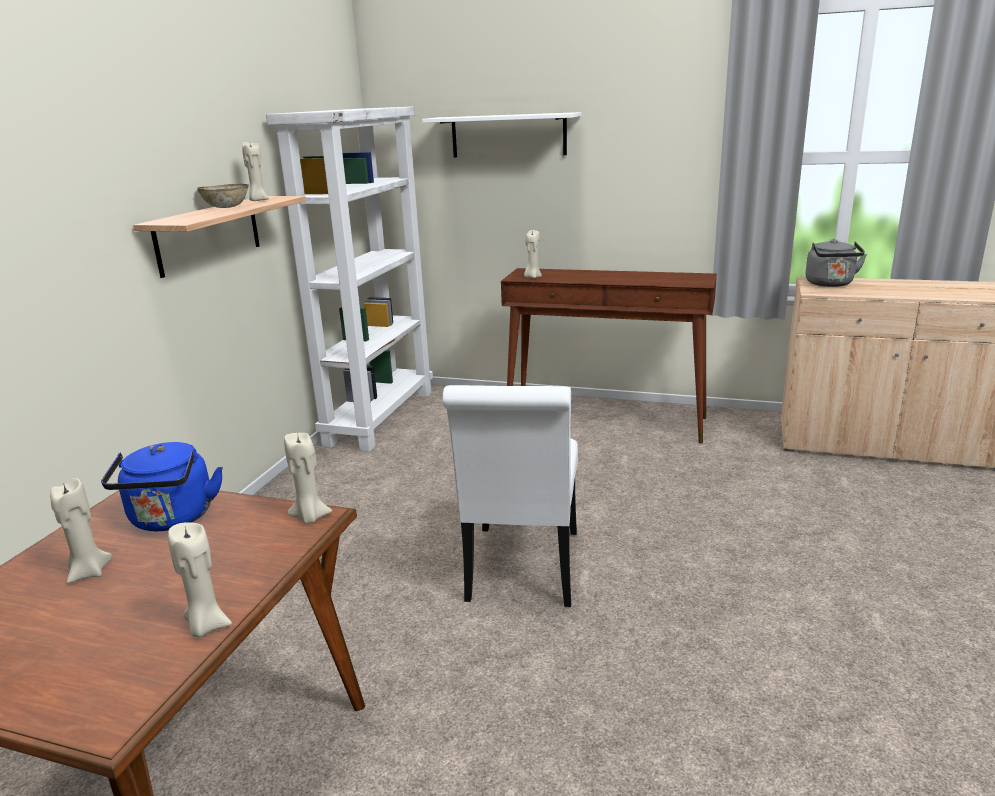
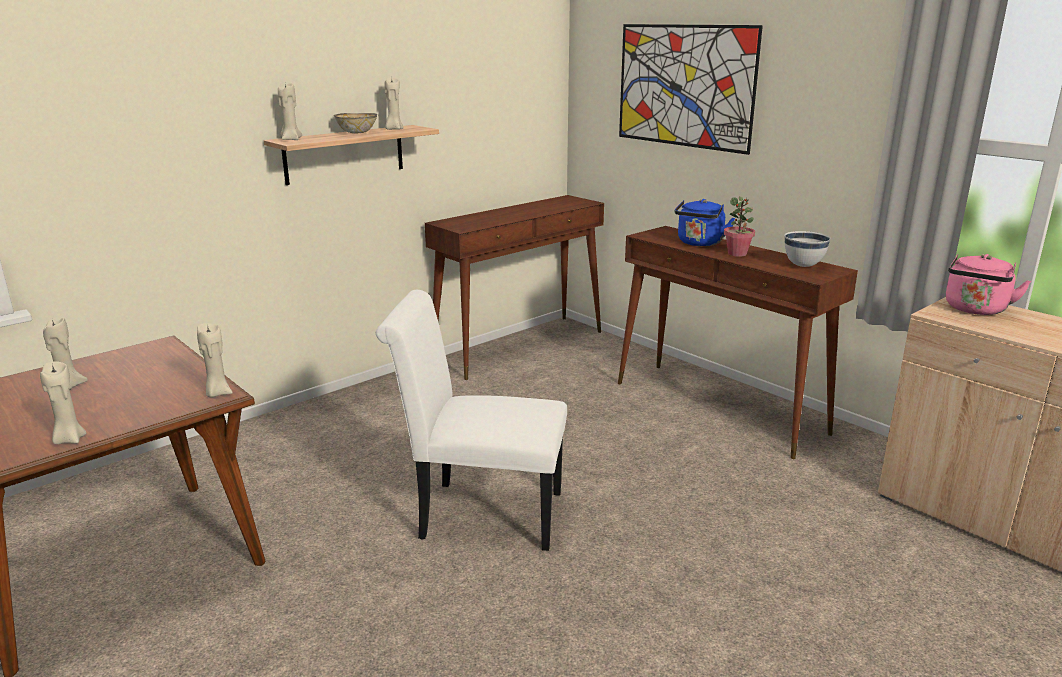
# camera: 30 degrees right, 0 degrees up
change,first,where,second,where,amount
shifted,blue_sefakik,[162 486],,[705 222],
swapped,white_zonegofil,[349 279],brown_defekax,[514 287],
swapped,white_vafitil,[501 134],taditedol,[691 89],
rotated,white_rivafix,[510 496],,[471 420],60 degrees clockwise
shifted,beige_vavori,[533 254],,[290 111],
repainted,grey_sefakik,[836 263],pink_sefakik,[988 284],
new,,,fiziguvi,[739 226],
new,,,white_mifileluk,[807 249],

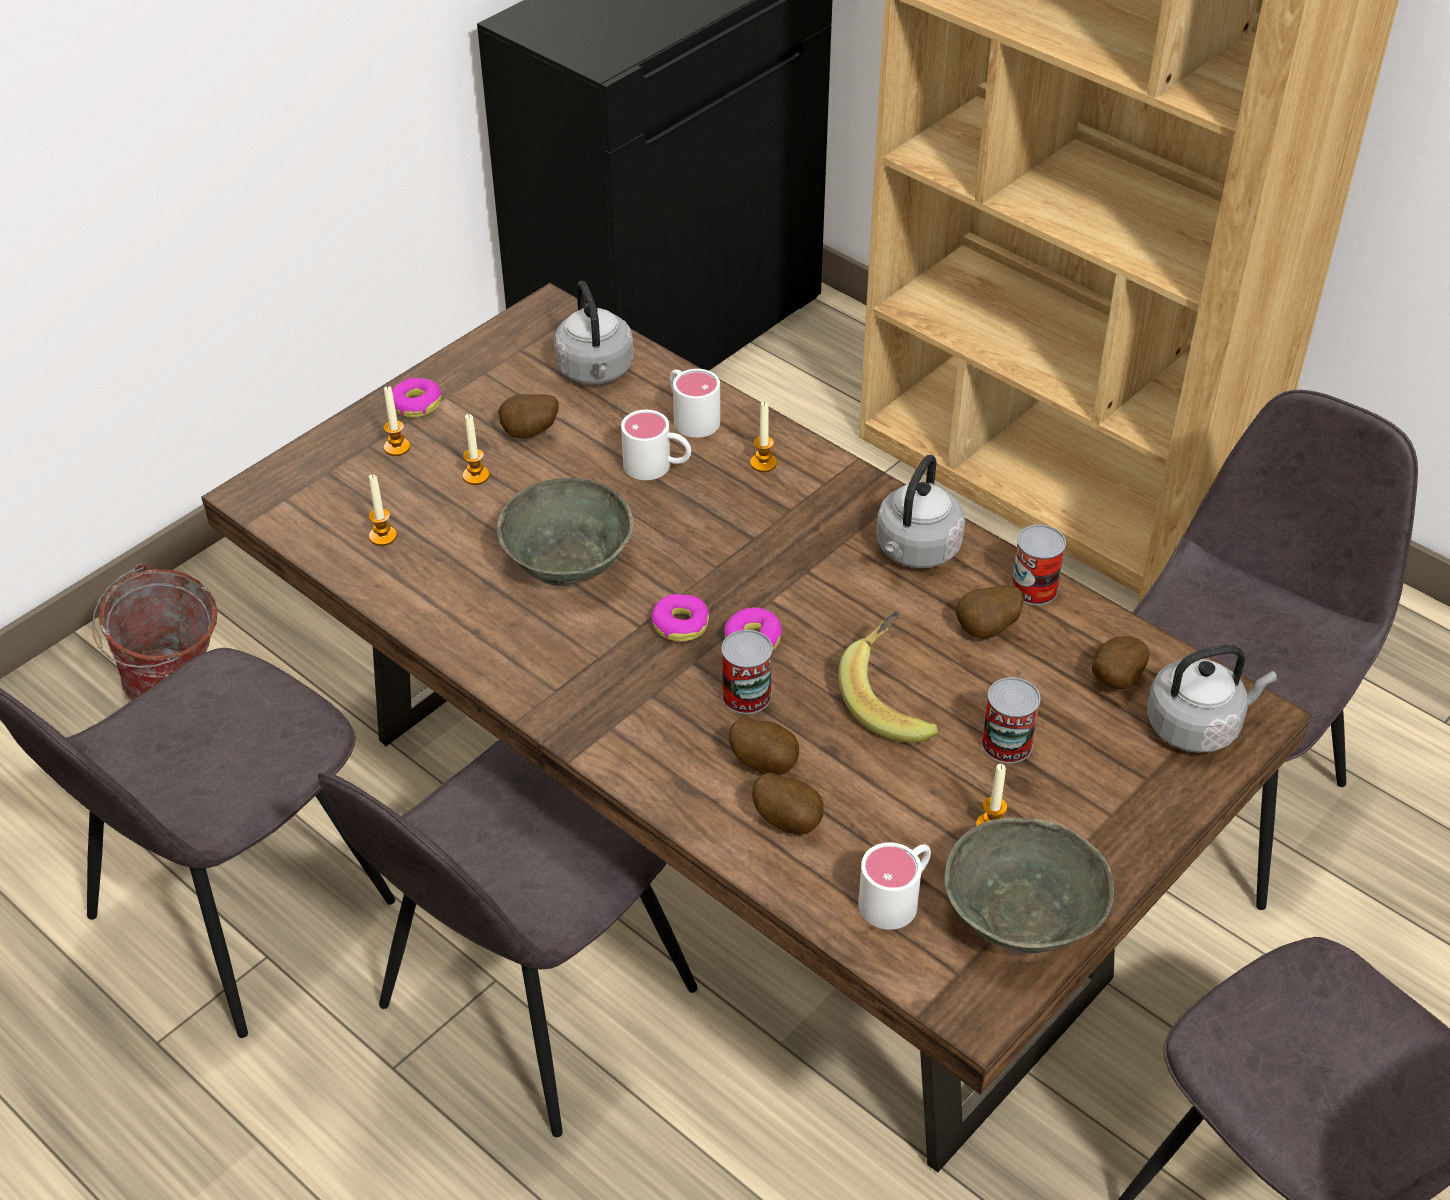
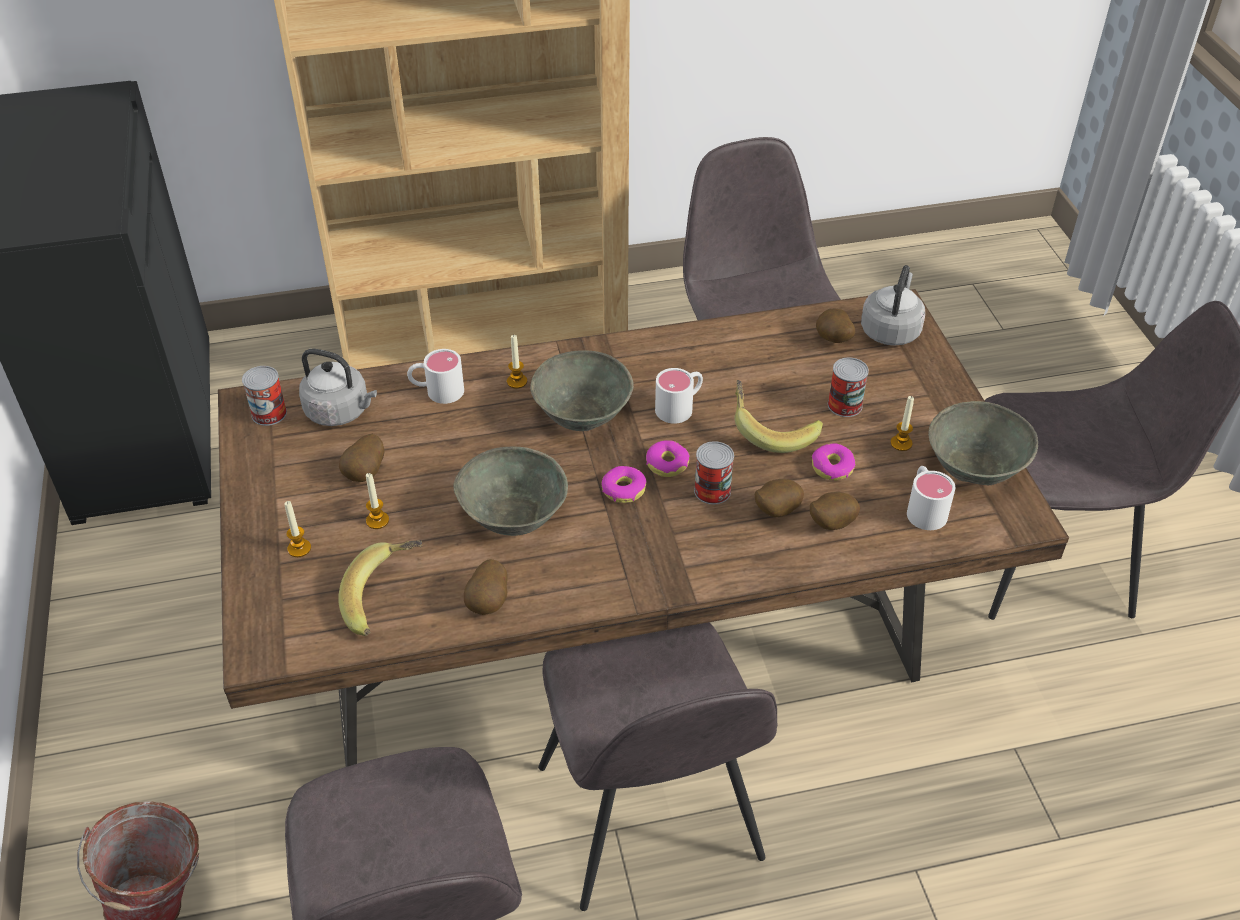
# camera: 55 degrees left, 0 degrees up
change,first,where,second,where,amount
swapped,vavori,[383 510],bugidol,[380 588],
shifted,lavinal,[416 398],,[834 461],
shifted,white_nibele,[656 445],,[679 396],
gone,grey_sefakik,[920 511],,,
shifted,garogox,[990 611],,[486 587],
shifted,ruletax,[1038 564],,[264 396],
new,,,grey_mifileluk,[582 390],

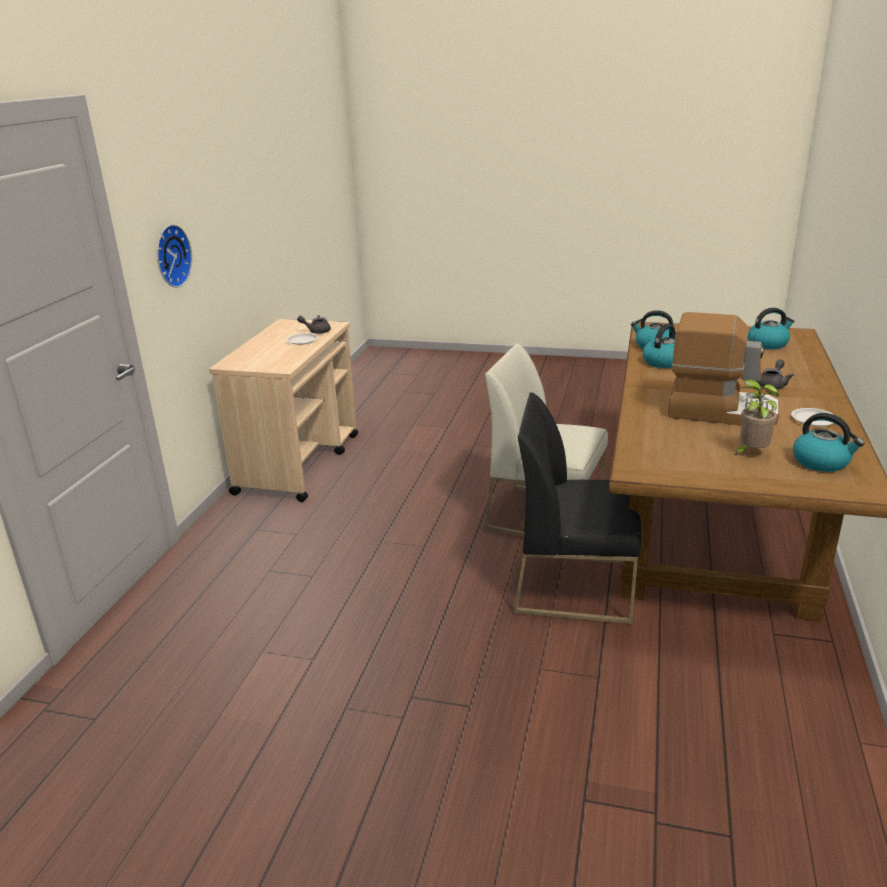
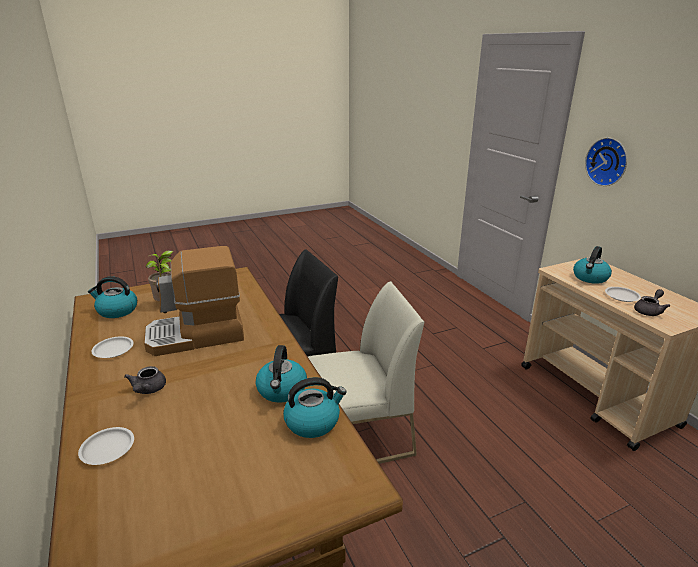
# camera: 140 degrees right, 0 degrees up
change,first,where,second,where,amount
shifted,sefakik,[771 329],,[592 265],
new,,,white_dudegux,[106 446],

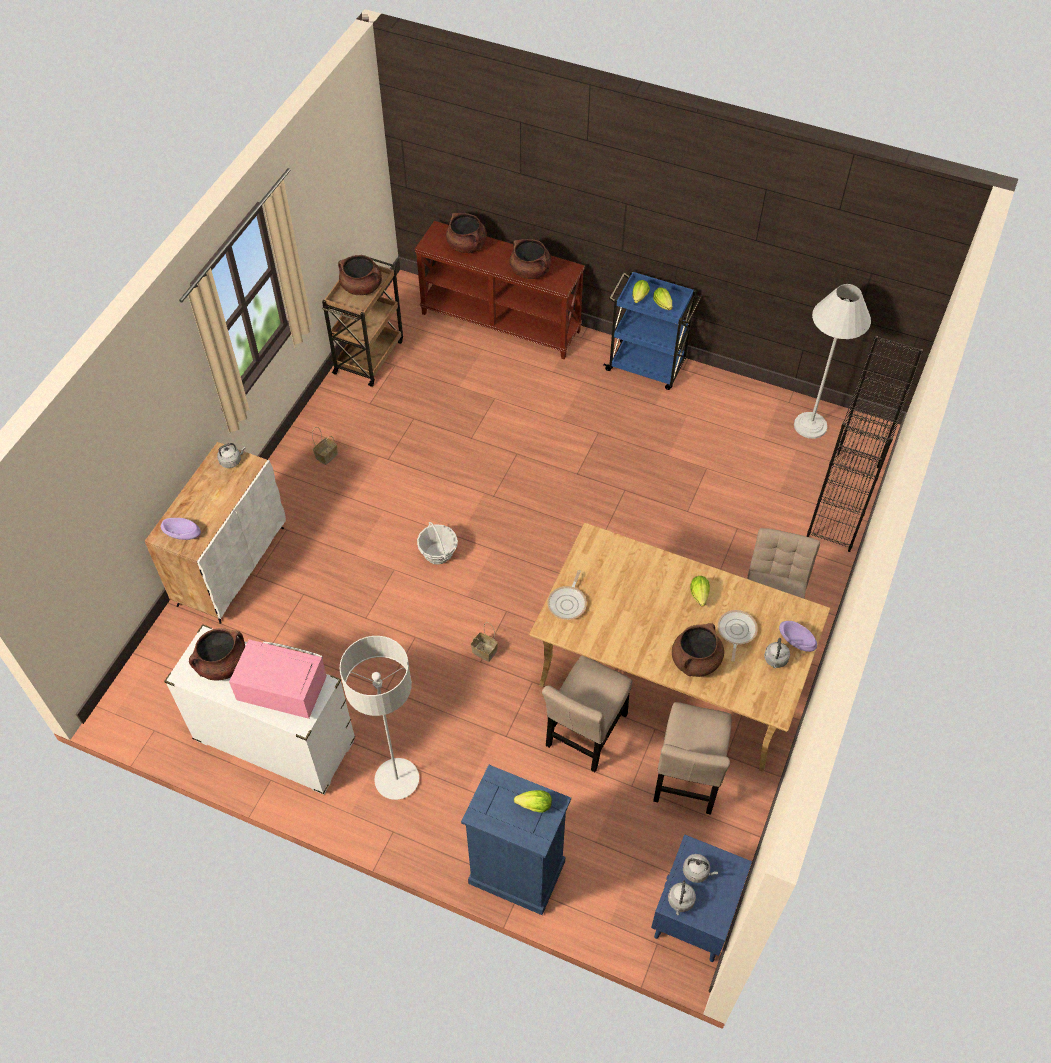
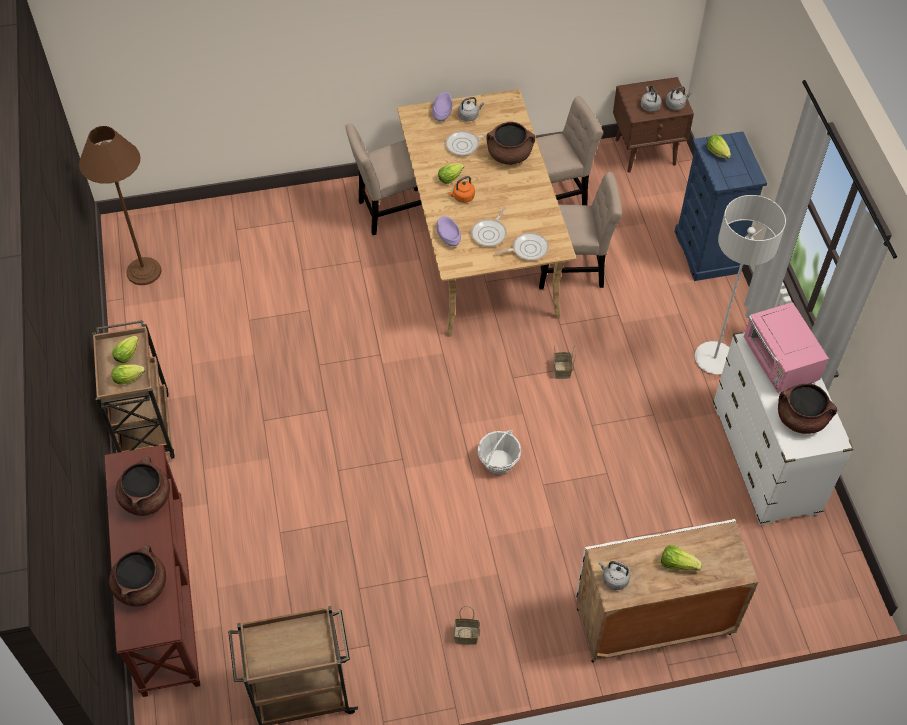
# camera: 125 degrees left, 0 degrees up
change,first,where,second,where,amount
shifted,purple_mifileluk,[181 529],,[448 231],
gone,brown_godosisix,[360 275],,,
repainted,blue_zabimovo,[652 330],brown_zabimovo,[133 389],
repainted,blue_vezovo,[701 898],brown_vezovo,[653 125],
repainted,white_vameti,[832 361],brown_vameti,[120 205],
gone,black_zonegofil,[864 444],,,
new,,,orange_sefakik,[461 189],
new,,,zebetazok,[489 227],
new,,,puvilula,[681 558],

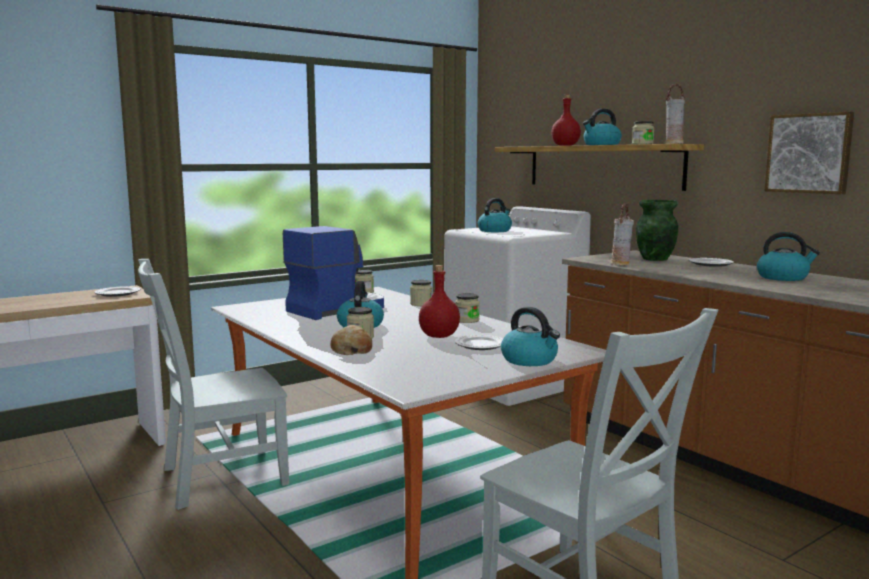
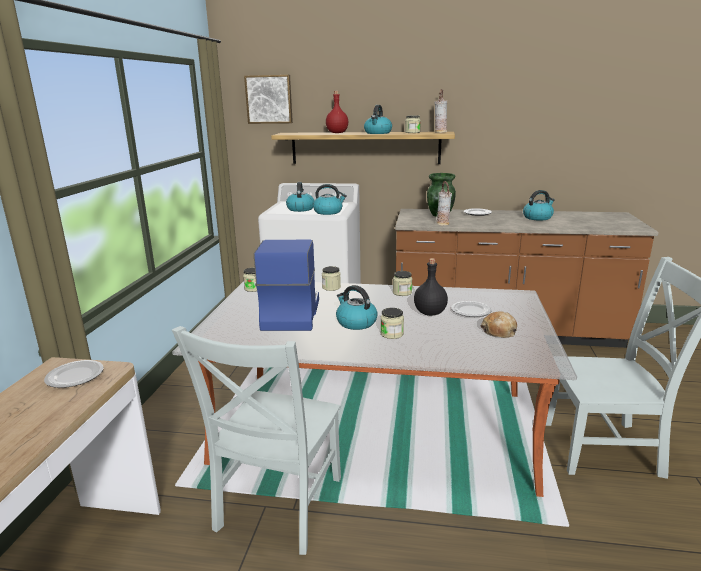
# camera: 45 degrees left, 10 degrees up
change,first,where,second,where,amount
shifted,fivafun,[351 340],,[499 324],
repainted,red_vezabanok,[439 301],black_vezabanok,[431 287],
shifted,sefakik,[530 336],,[330 199],
shifted,taditedol,[809 153],,[268 99],

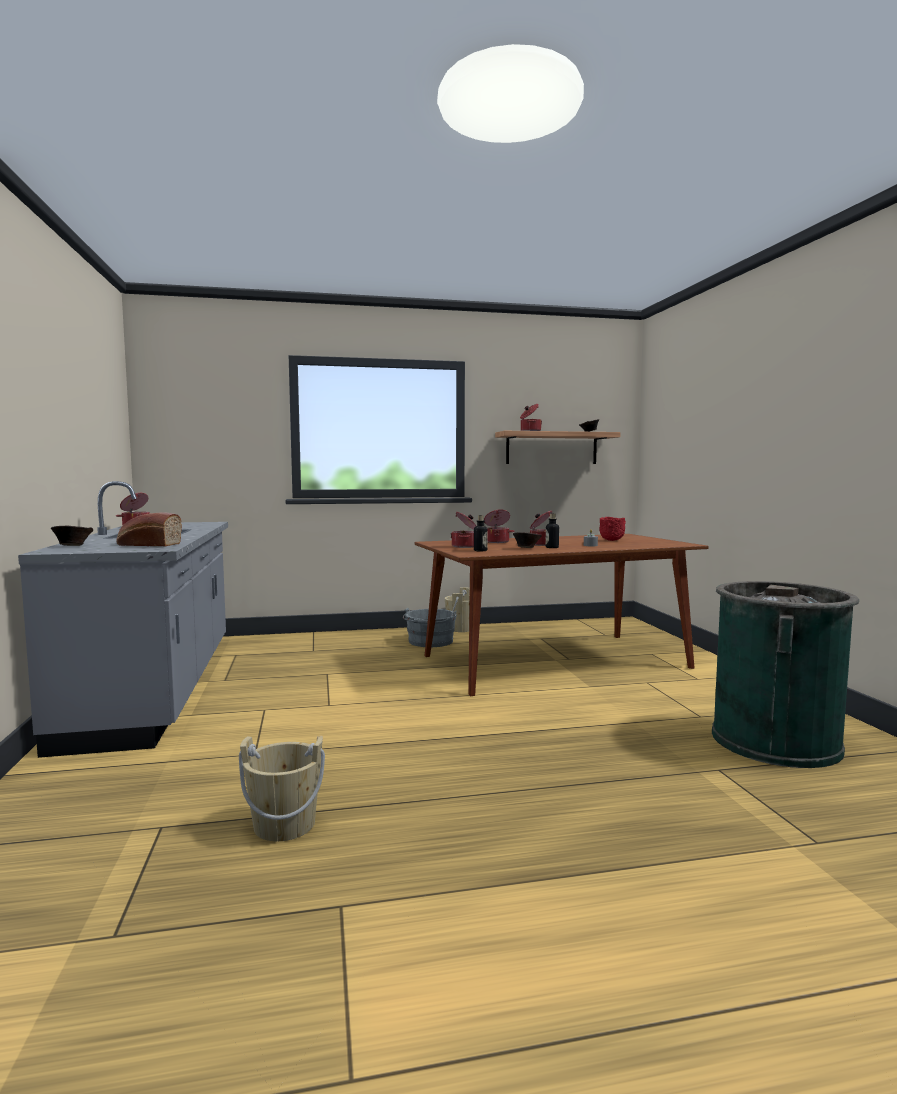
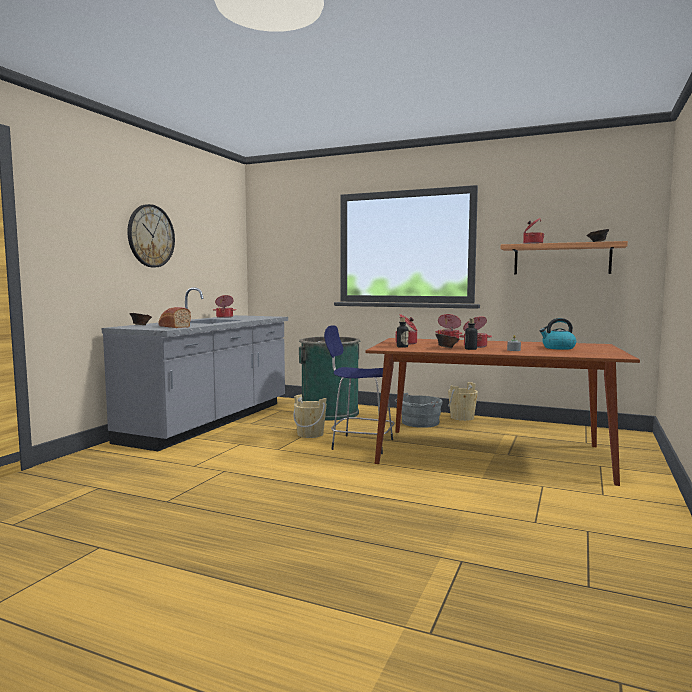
# camera: 35 degrees right, 0 degrees up
change,first,where,second,where,amount
shifted,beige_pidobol,[282 788],,[310 416],
swapped,red_mifileluk,[613 529],sefakik,[557 334],
shifted,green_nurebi,[785 674],,[329 378],
new,,,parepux,[151 235],
new,,,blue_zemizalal,[359 389],

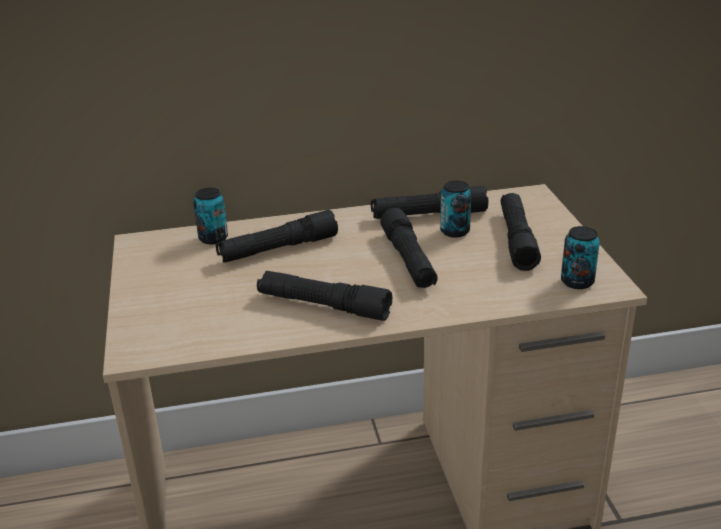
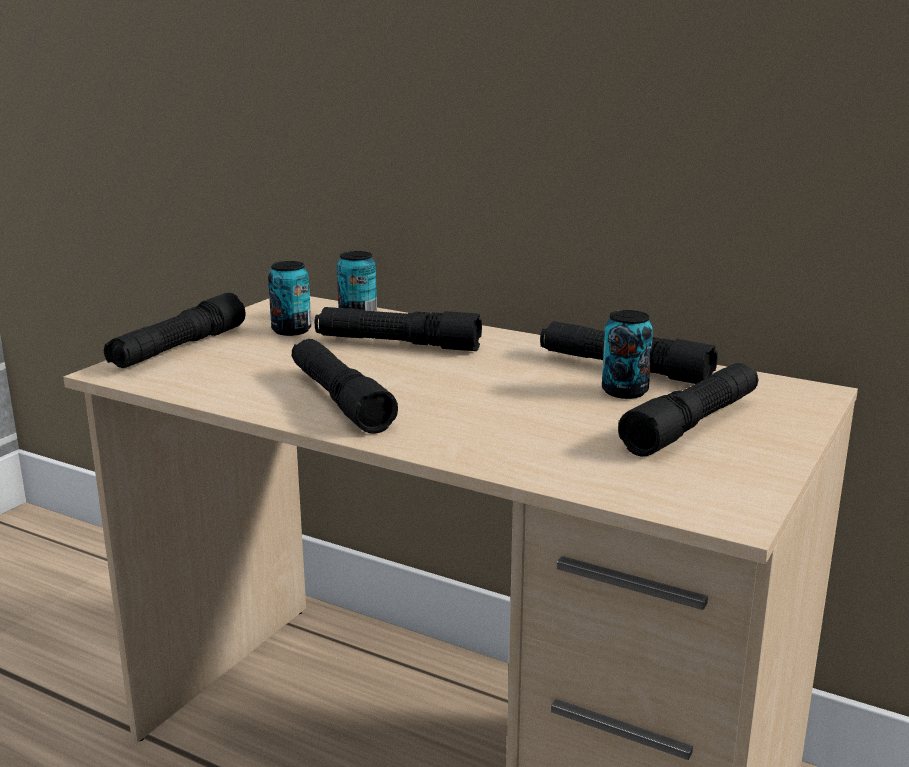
# camera: 40 degrees right, 10 degrees down
change,first,where,second,where,amount
shifted,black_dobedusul,[409 248],,[174 330],
shifted,ruletax,[580 257],,[289 298],

